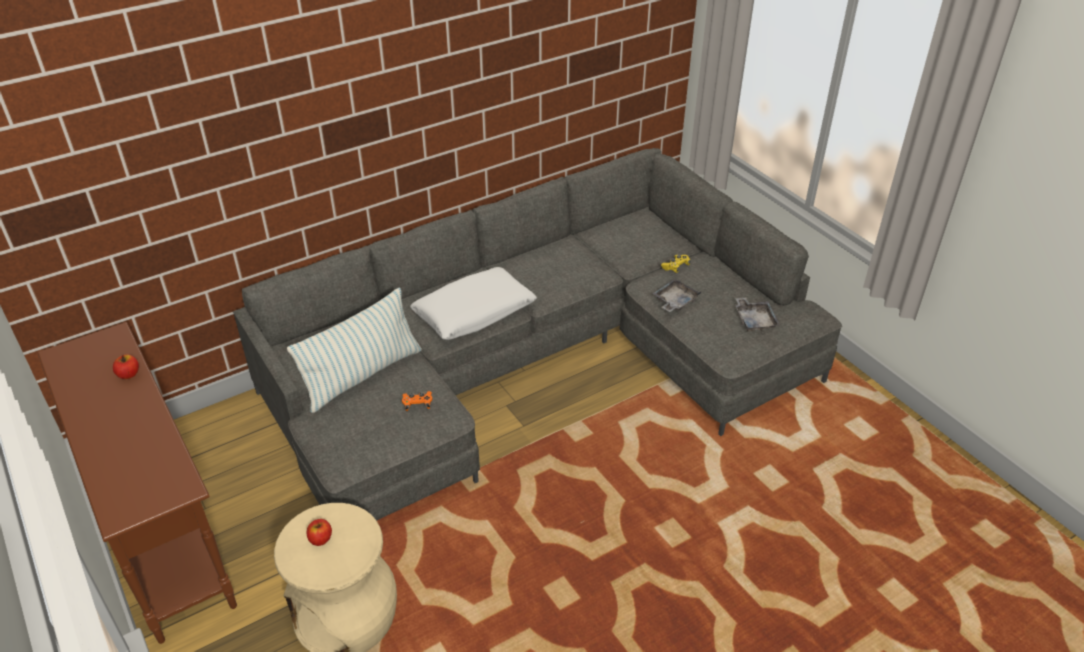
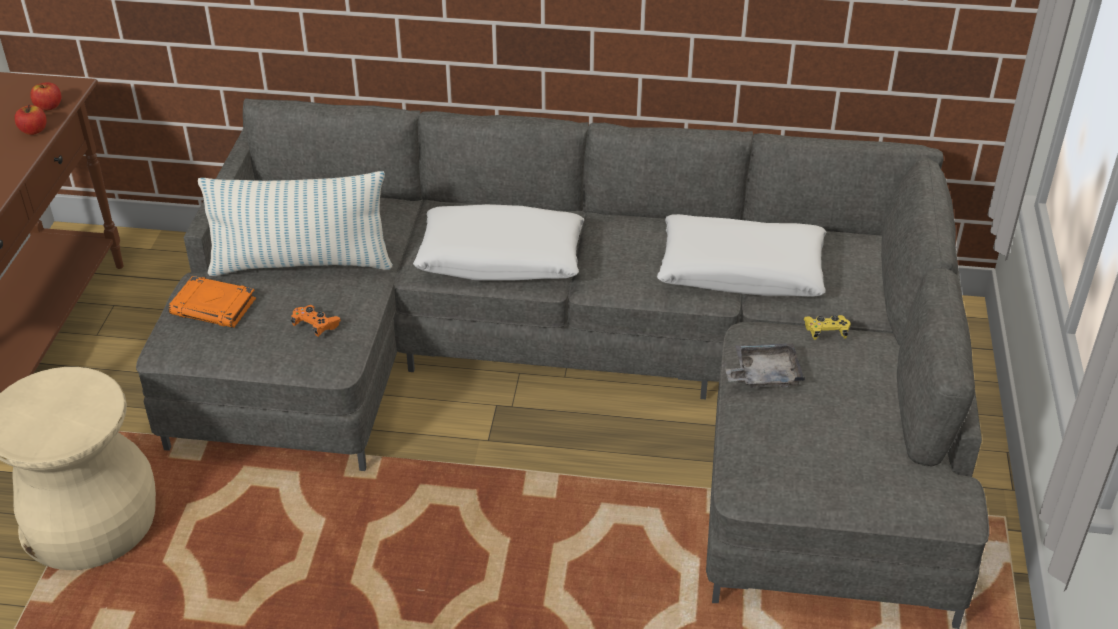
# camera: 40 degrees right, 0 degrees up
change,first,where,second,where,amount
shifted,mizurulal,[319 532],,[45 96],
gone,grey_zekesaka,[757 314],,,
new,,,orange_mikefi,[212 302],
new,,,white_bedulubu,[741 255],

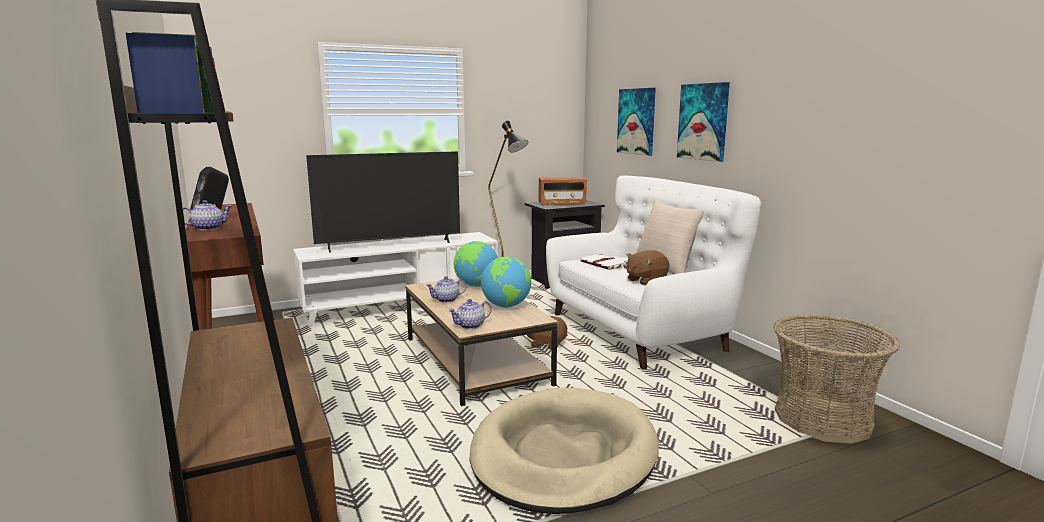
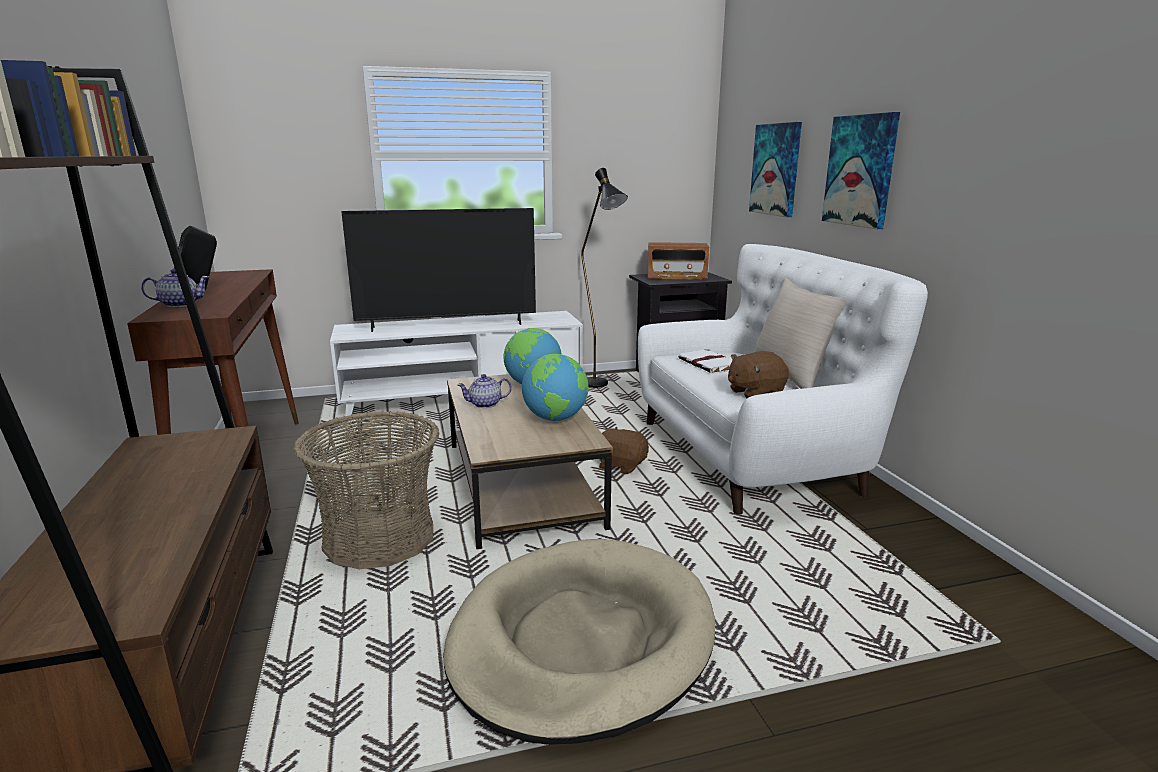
# camera: 10 degrees right, 5 degrees up
change,first,where,second,where,amount
gone,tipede,[469 314],,,
shifted,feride,[836 379],,[366 490],

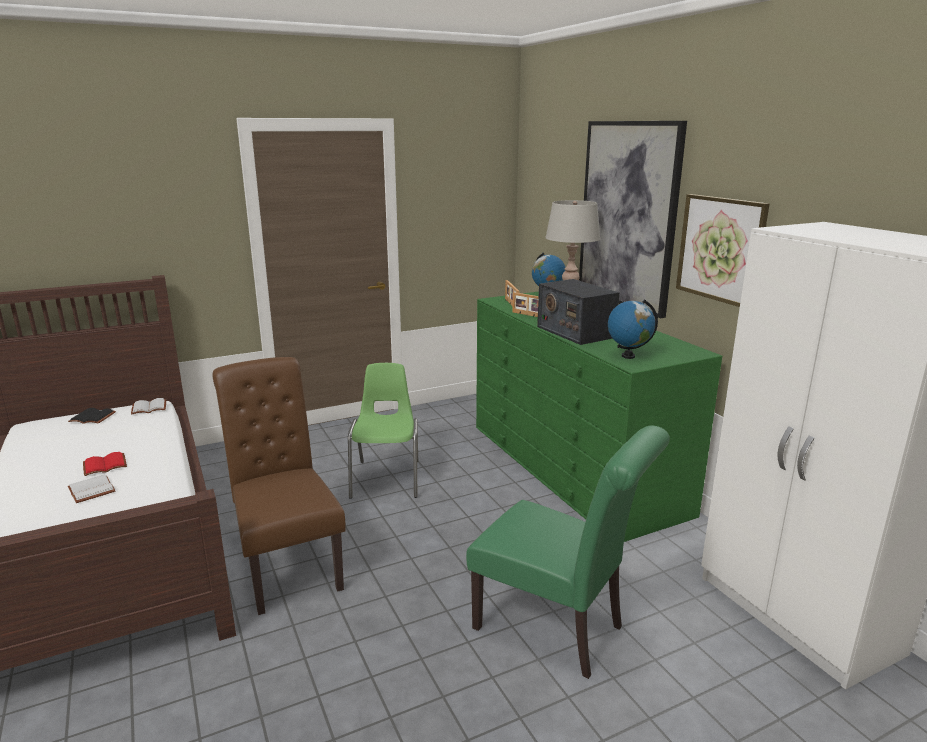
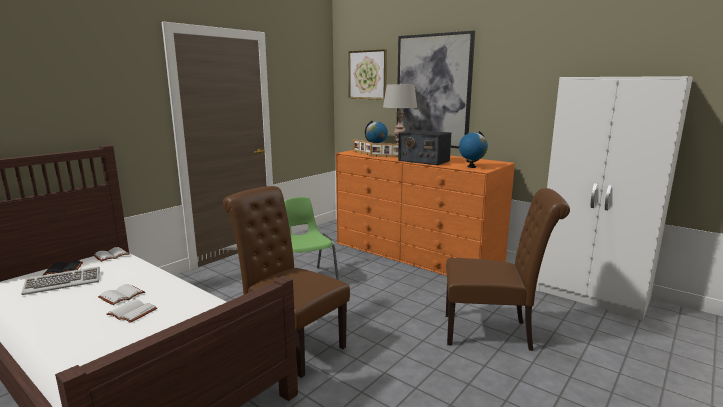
# camera: 25 degrees left, 5 degrees down
change,first,where,second,where,amount
repainted,red_mikefi,[105 464],white_mikefi,[121 294],
repainted,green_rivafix,[568 552],brown_rivafix,[508 269],
repainted,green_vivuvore,[599 417],orange_vivuvore,[425 213],
shifted,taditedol,[722 250],,[367 74],
new,,,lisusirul,[60 281],

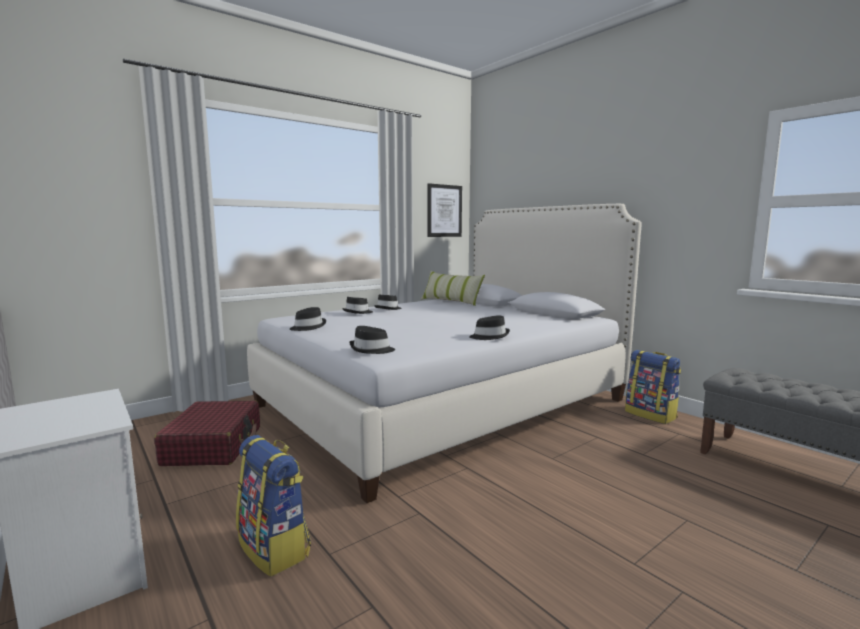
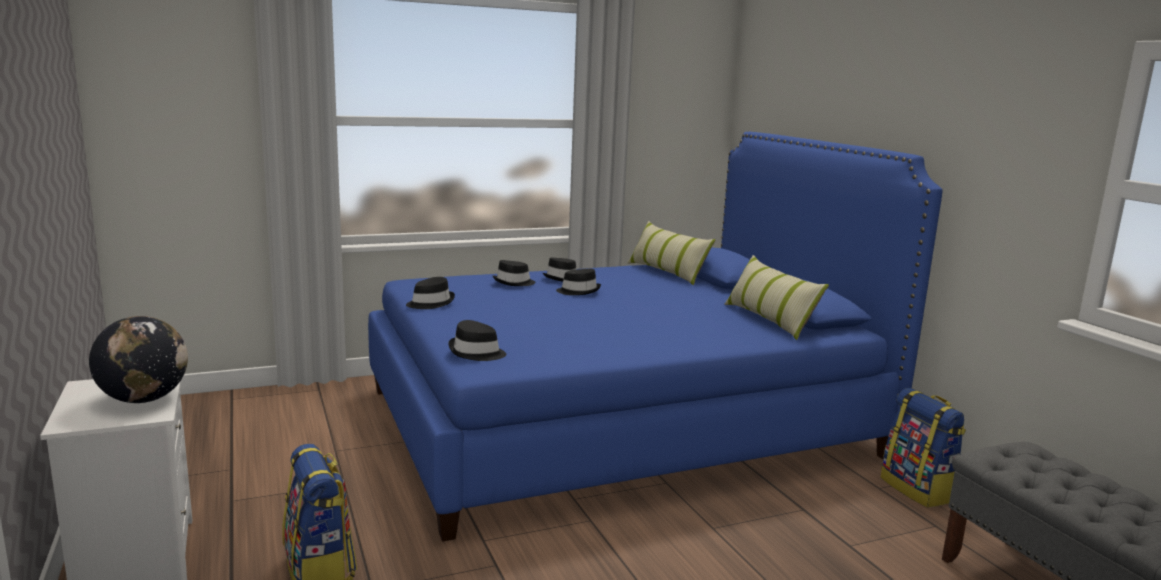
# camera: 15 degrees right, 5 degrees up
change,first,where,second,where,amount
gone,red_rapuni,[207 433],,,
repainted,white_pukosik,[444 353],blue_pukosik,[655 337],
gone,taditedol,[444 210],,,
shifted,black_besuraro,[489 328],,[578 282],
new,,,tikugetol,[138 359],
new,,,bedulubu,[776 297],

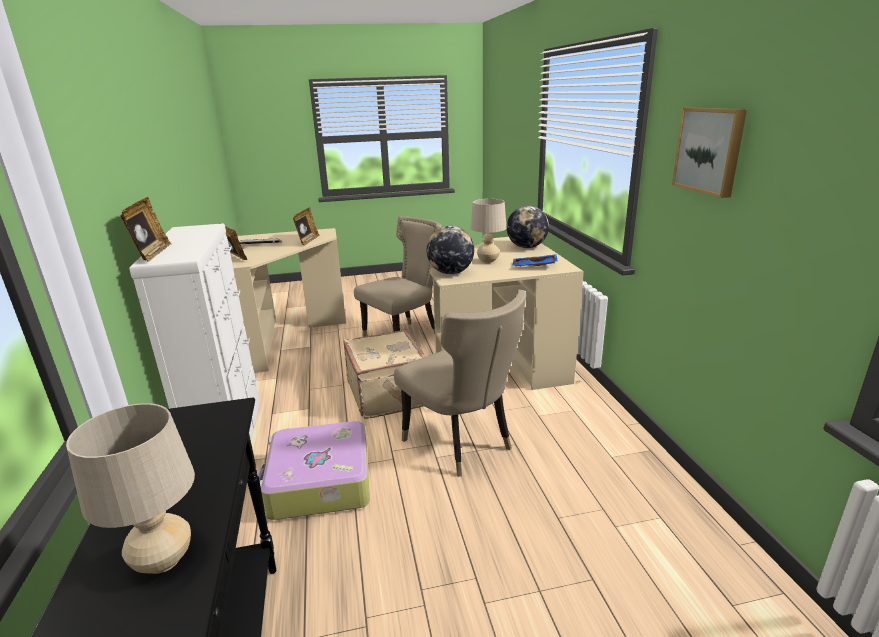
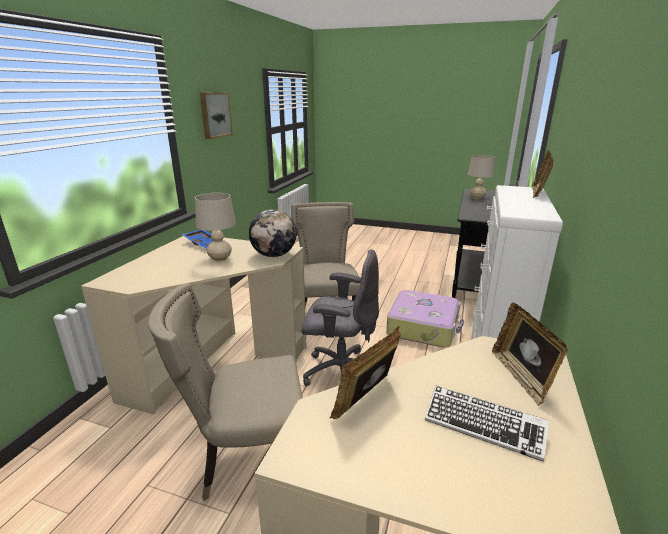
# camera: 150 degrees left, 0 degrees up
change,first,where,second,where,amount
swapped,beige_rapuni,[384 374],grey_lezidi,[340 317],
gone,tikugetol,[528 227],,,

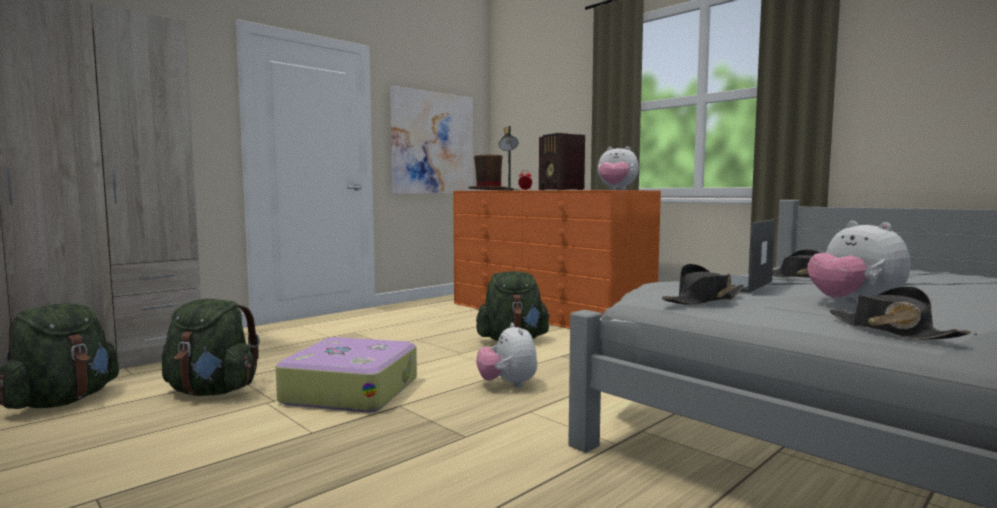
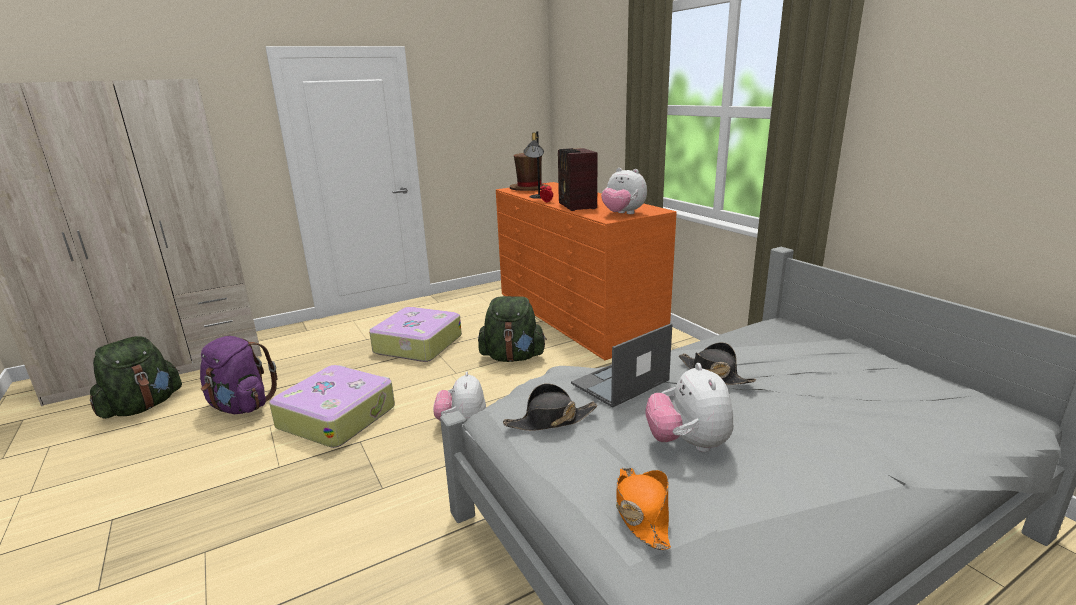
# camera: 15 degrees right, 15 degrees up
change,first,where,second,where,amount
repainted,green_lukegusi,[211 347],purple_lukegusi,[238 375],
gone,taditedol,[431 140],,,
repainted,black_besuraro,[900 313],orange_besuraro,[643 509],
new,,,rapuni,[415 334],

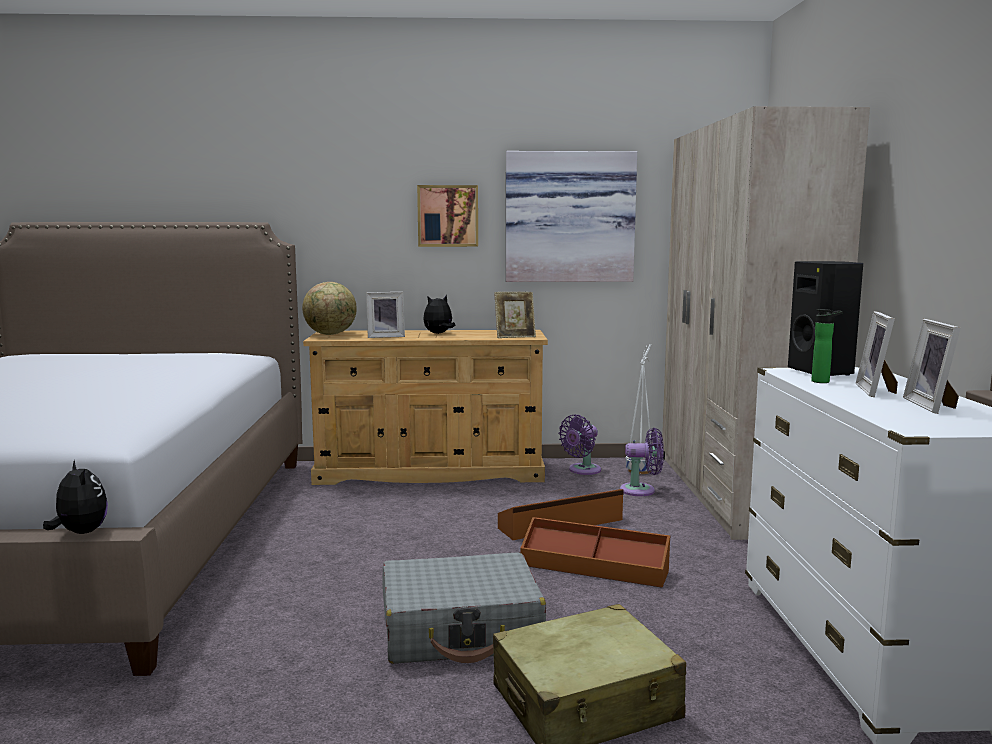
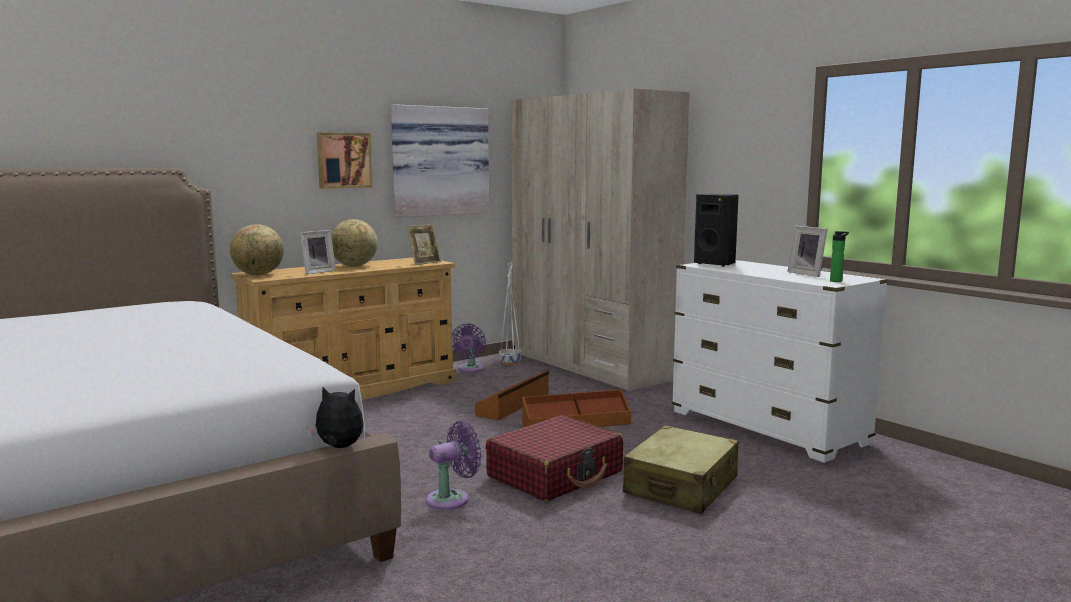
# camera: 35 degrees left, 0 degrees up
change,first,where,second,where,amount
repainted,grey_rapuni,[464 608],red_rapuni,[554 458],
swapped,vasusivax,[439 314],tikugetol,[354 242],
shifted,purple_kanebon,[642 462],,[453 465],
shifted,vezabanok,[827 346],,[839 256],
gone,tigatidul,[877 354],,,

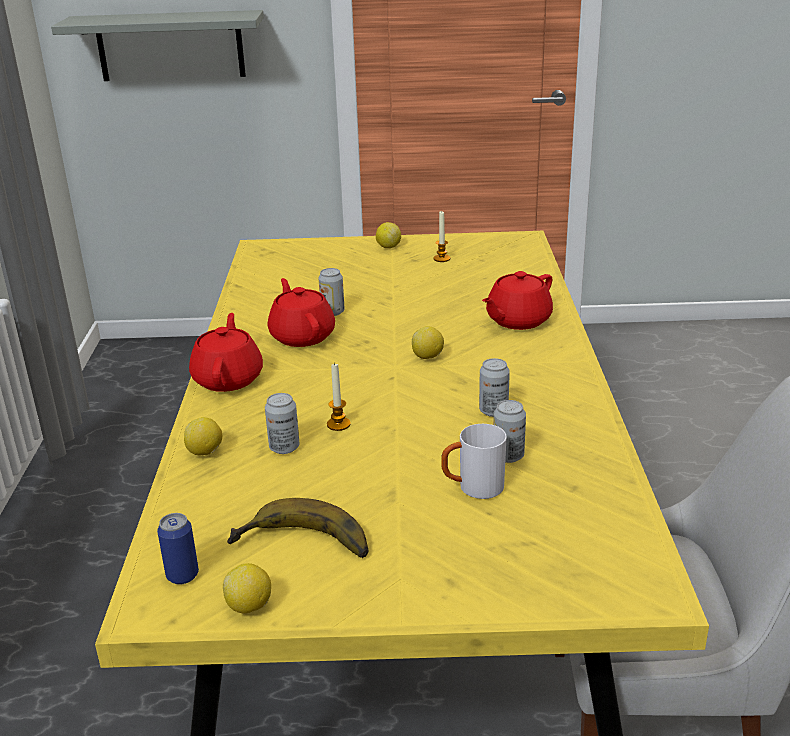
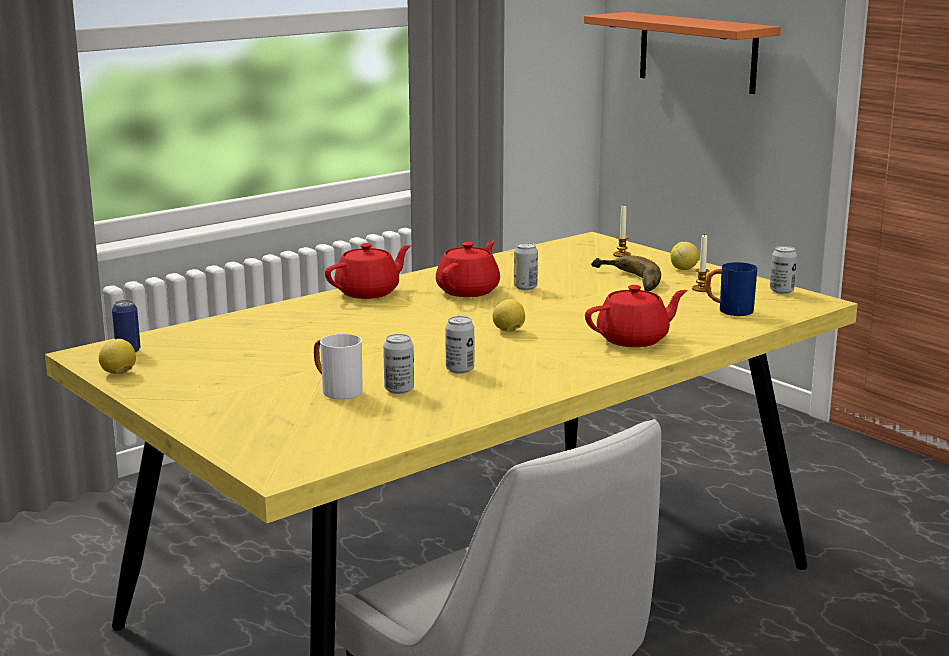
# camera: 50 degrees right, 10 degrees down
change,first,where,second,where,amount
repainted,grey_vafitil,[157 45],orange_vafitil,[682 53],
gone,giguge,[203 436],,,
shifted,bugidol,[297 528],,[626 273],
shifted,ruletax,[282 423],,[783 270],
shifted,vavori,[339 396],,[622 231],
rotated,red_tipede,[517 300],,[636 316],150 degrees clockwise
new,,,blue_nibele,[731 289],

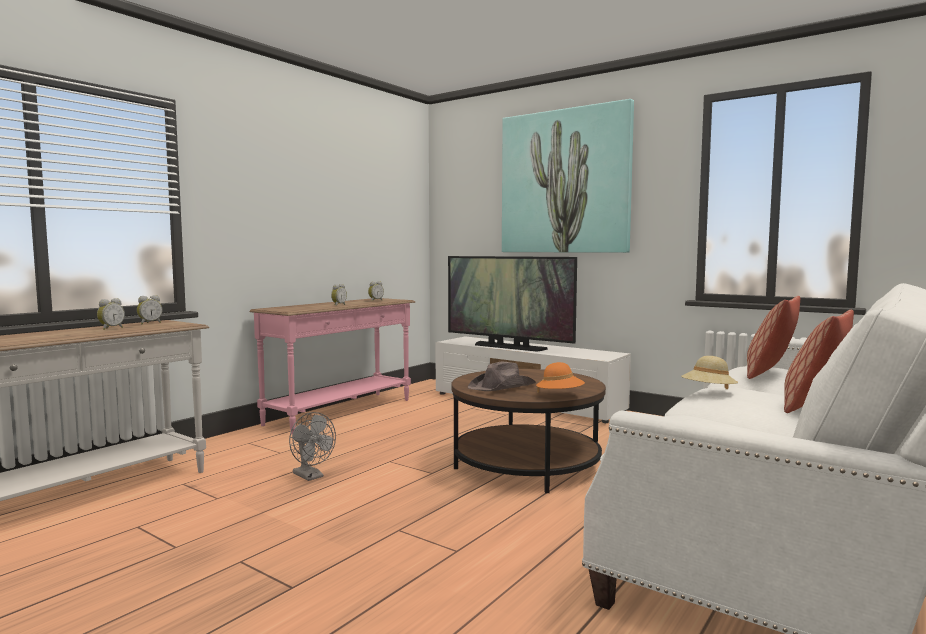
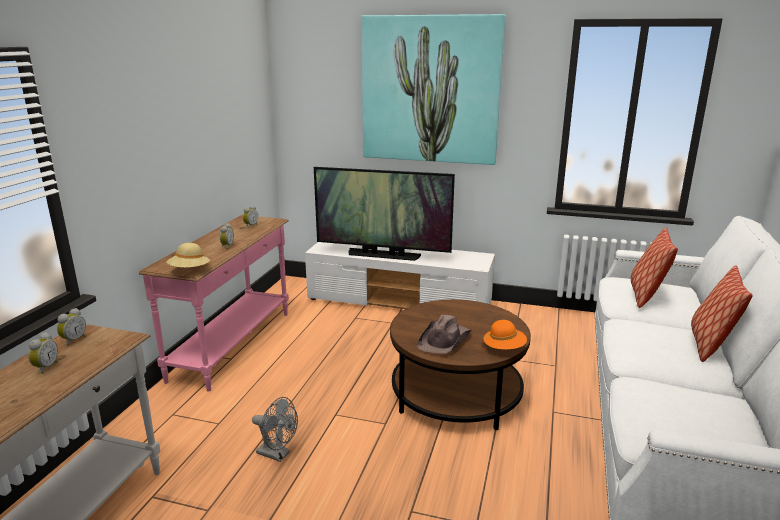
# camera: 20 degrees left, 15 degrees up
change,first,where,second,where,amount
shifted,beige_besuraro,[709 372],,[188 255],

